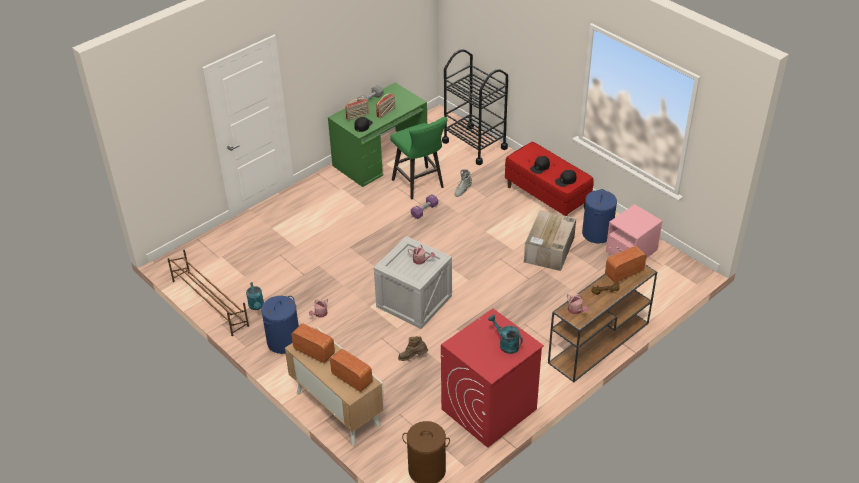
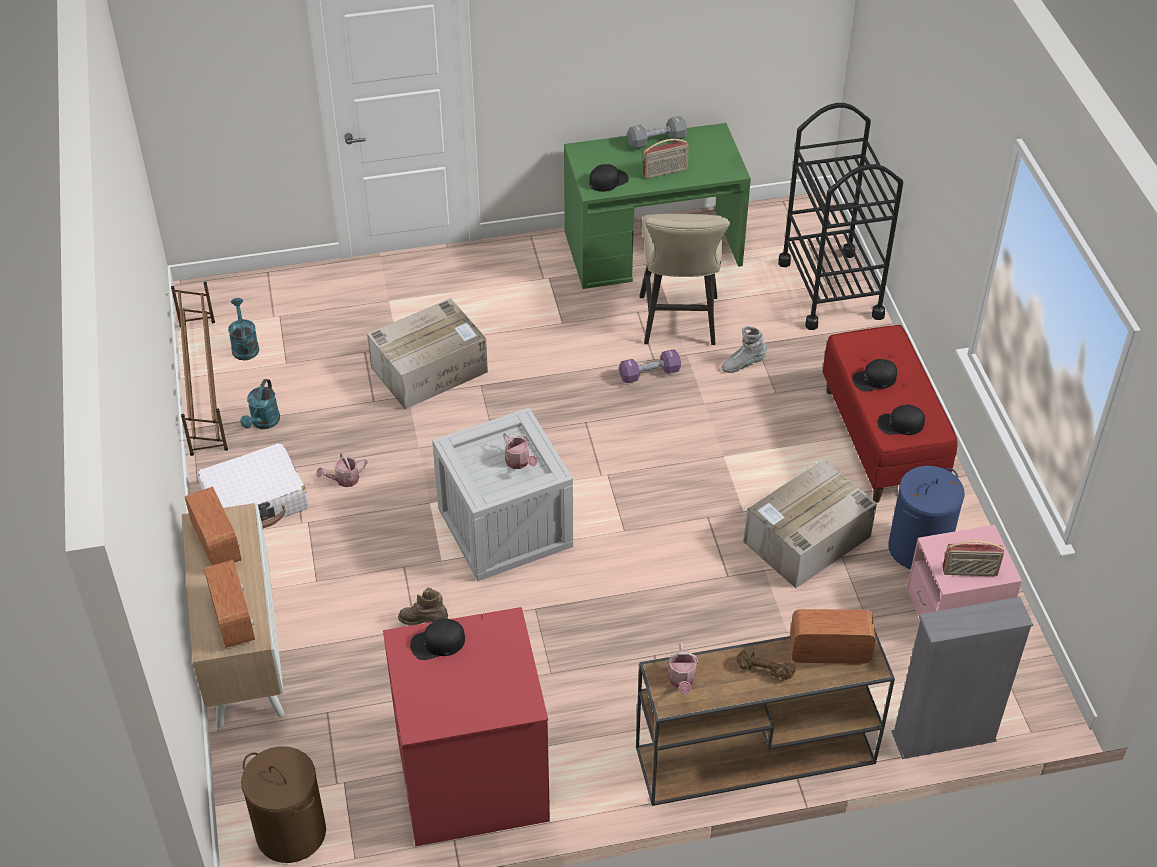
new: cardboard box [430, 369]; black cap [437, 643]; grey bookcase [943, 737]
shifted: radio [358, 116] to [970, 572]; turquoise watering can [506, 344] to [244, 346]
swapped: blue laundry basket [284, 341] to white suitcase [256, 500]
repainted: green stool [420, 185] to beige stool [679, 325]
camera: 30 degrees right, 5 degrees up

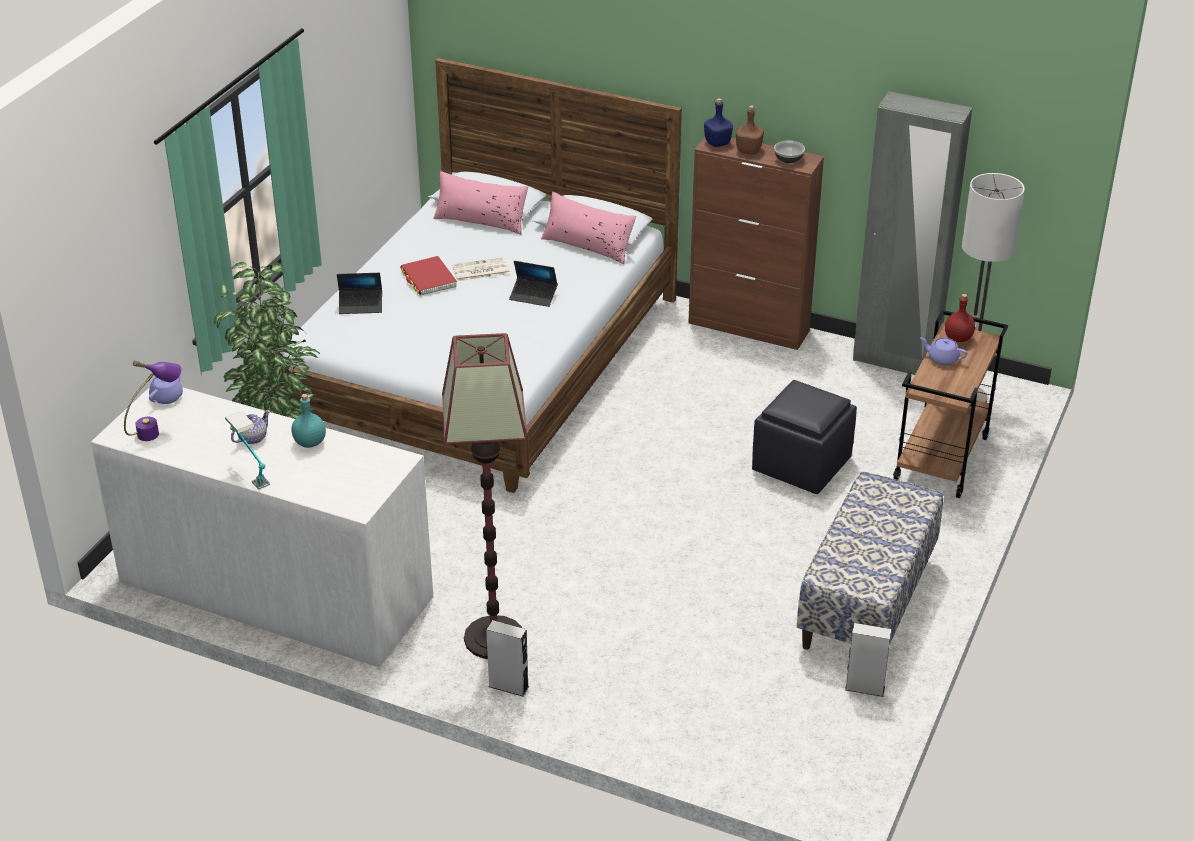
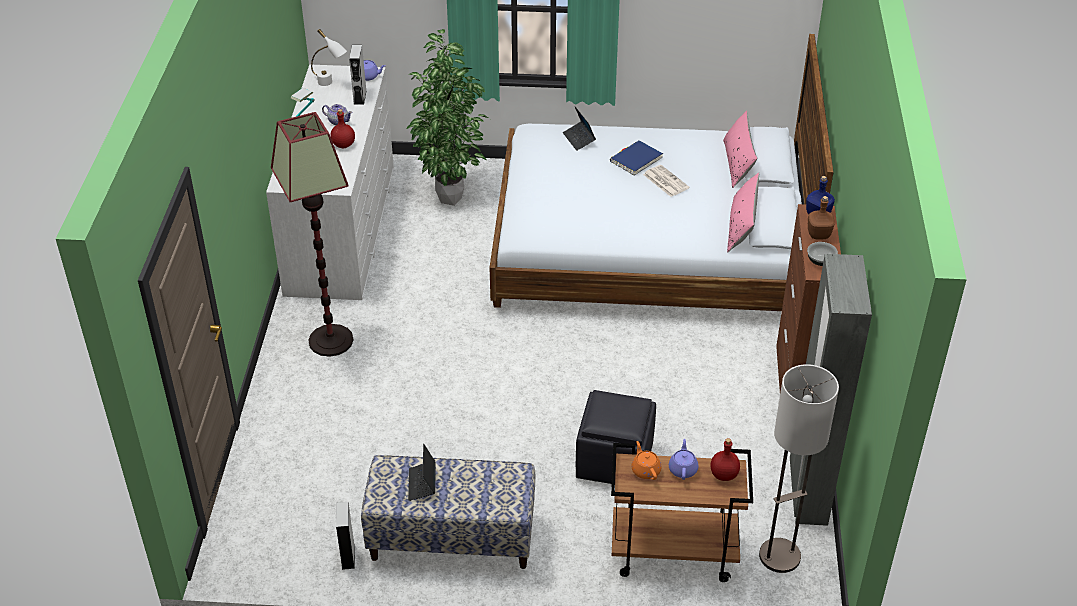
new: orange teapot [645, 470]
shifted: grey speaker [508, 686] to [360, 97]; laptop [533, 296] to [422, 484]
repainted: purple table lamp [157, 430] to white table lamp [330, 84]; turquoise bottle [310, 442] to red bottle [344, 145]; red book [428, 279] to blue book [636, 160]
camera: 70 degrees right, 5 degrees up

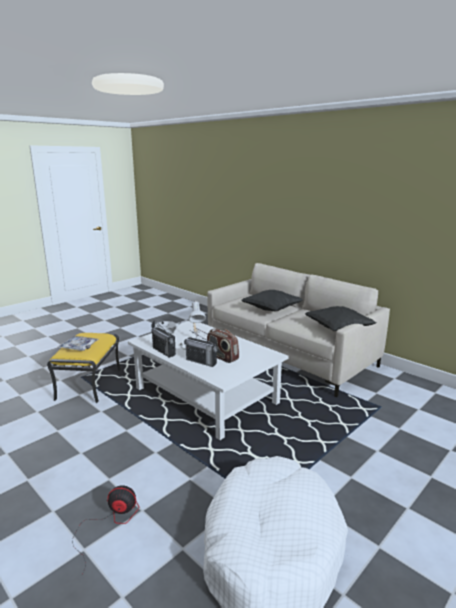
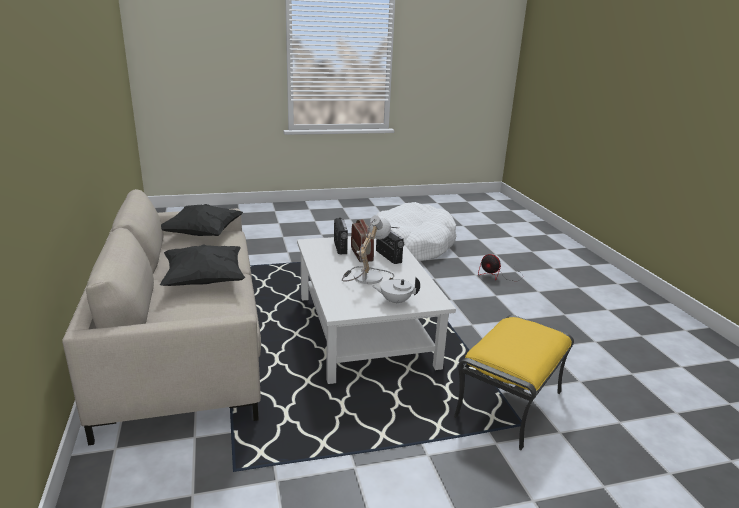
gone: tray [78, 347]
shifted: radio [164, 351] to [340, 247]
camera: 150 degrees left, 5 degrees up

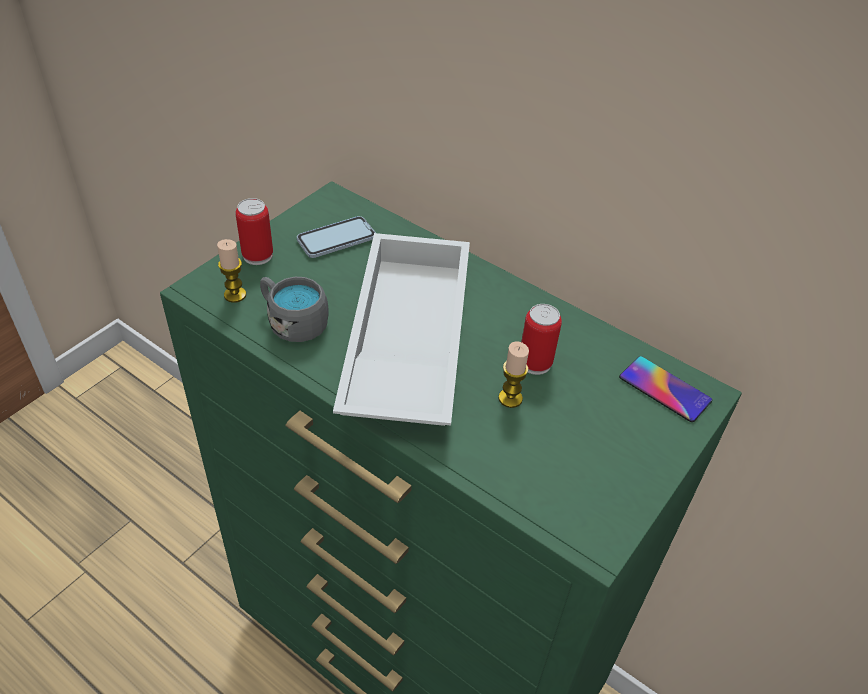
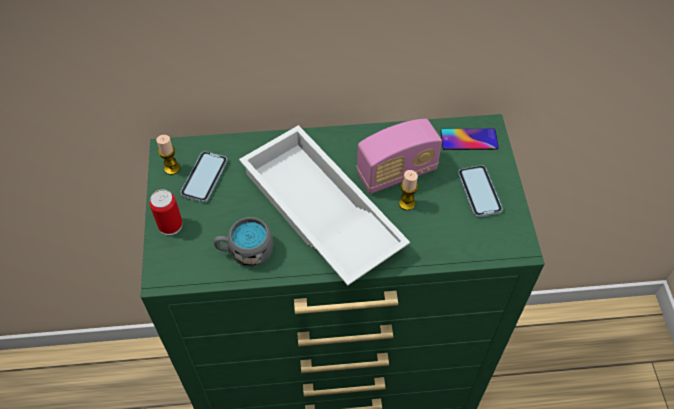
new: phone [479, 192]
shifted: candle [235, 295] to [172, 168]
swapped: can [535, 362] to radio [396, 173]
camera: 40 degrees left, 10 degrees up

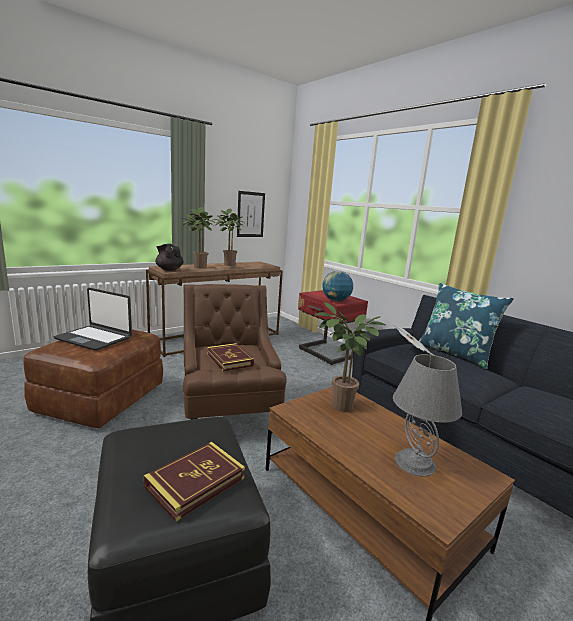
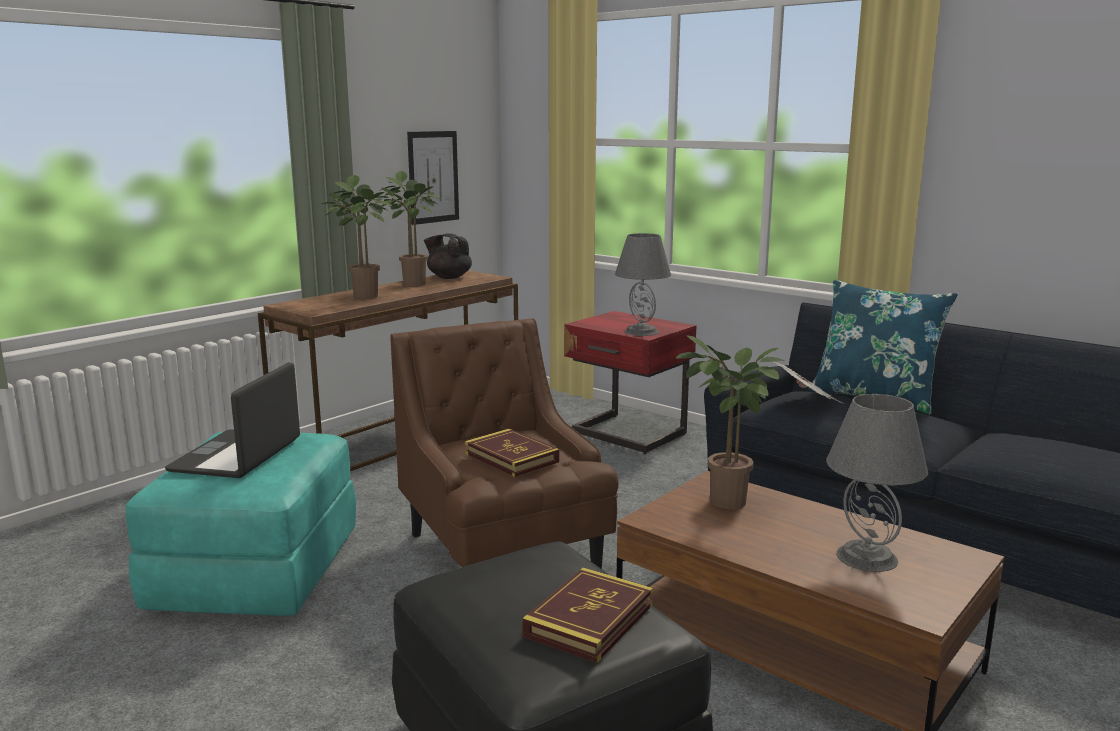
shifted: black teapot [169, 269] to [449, 277]
swapped: globe [336, 301] to grey table lamp [640, 331]
repainted: brown ottoman [101, 399] to turquoise ottoman [257, 572]
rotated: laptop [94, 338] = [238, 456] 90 degrees clockwise
camera: 10 degrees left, 0 degrees up

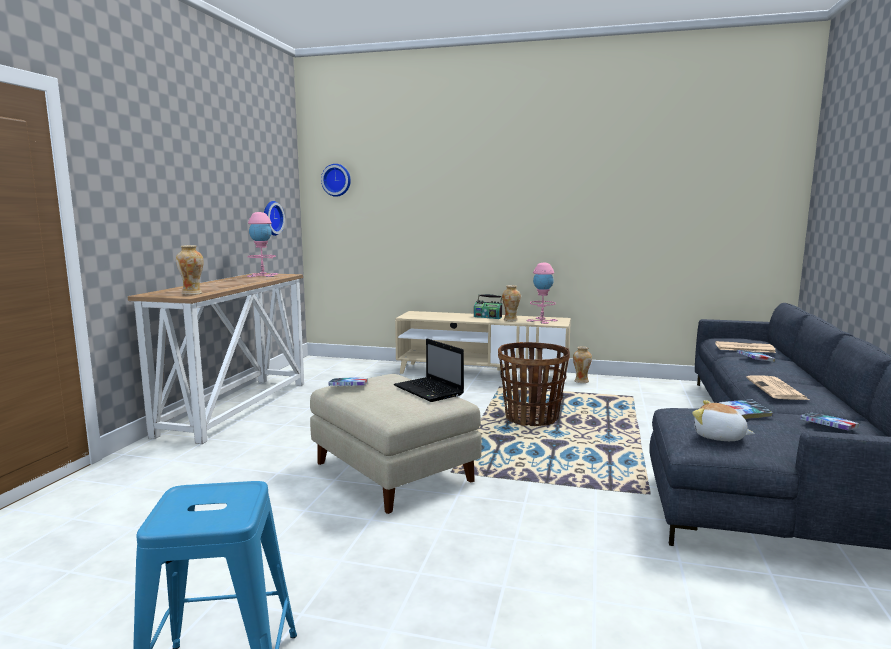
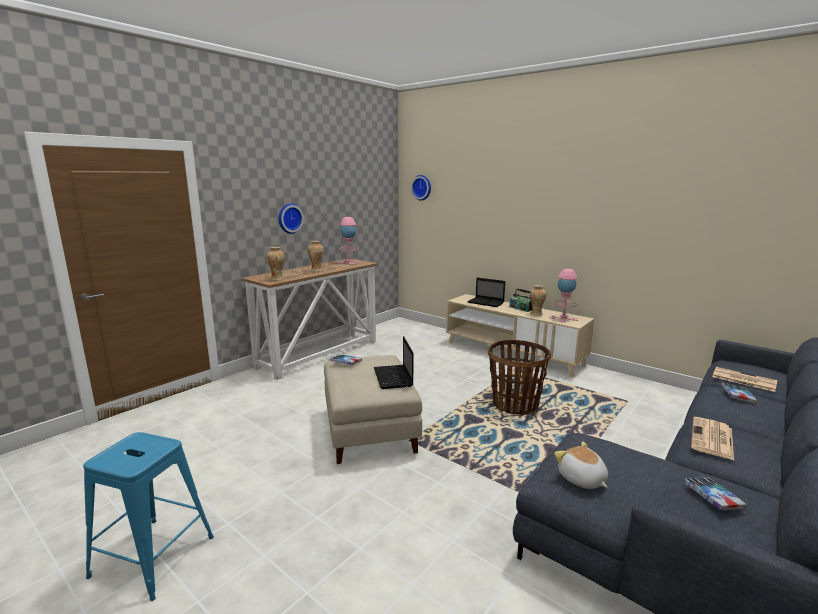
gone: book [744, 413]
new: laptop [486, 303]
shifted: wall clock [271, 218] to [289, 218]; vase [581, 381] to [316, 270]
camera: 25 degrees right, 5 degrees up

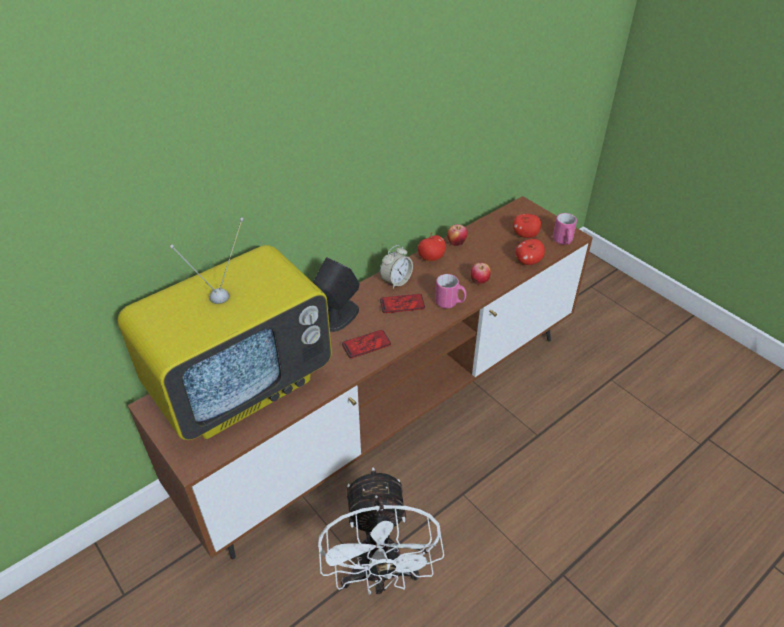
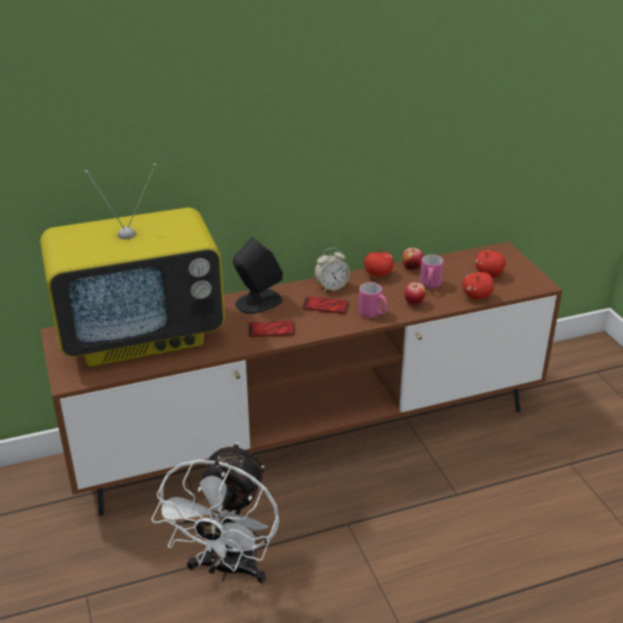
shifted: pink mug [563, 242] to [430, 286]
camera: 20 degrees right, 10 degrees down

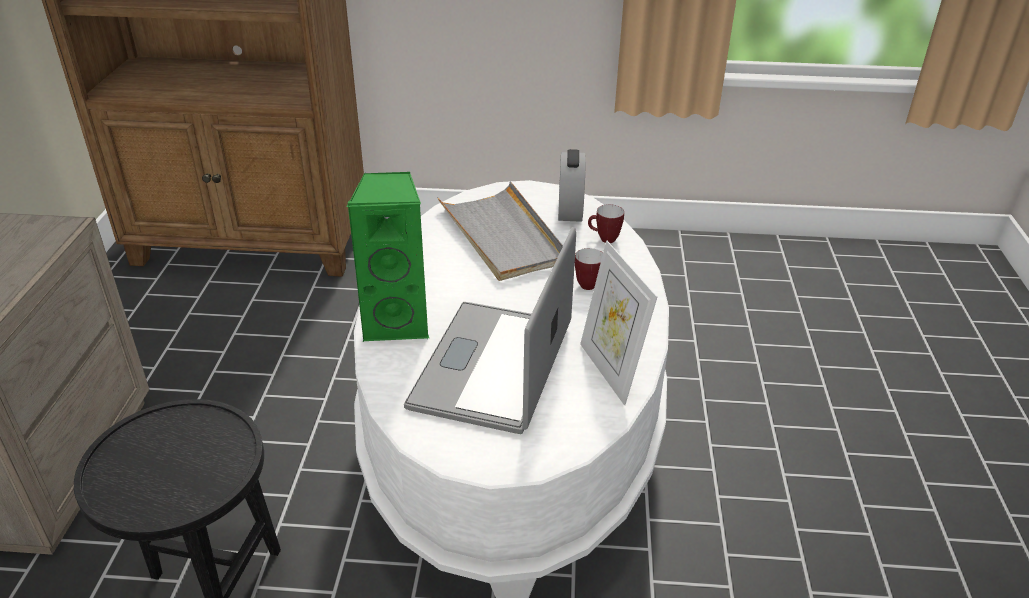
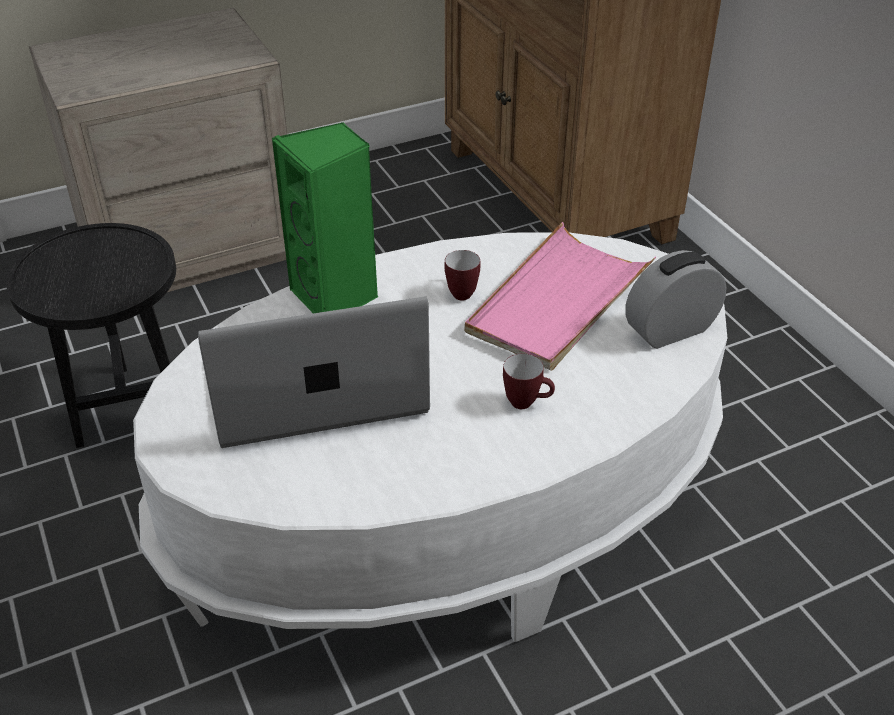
gone: picture frame [611, 371]
shifted: mug [604, 239] to [460, 292]
repainted: grey tray [503, 236] to pink tray [558, 302]
camera: 60 degrees right, 5 degrees up

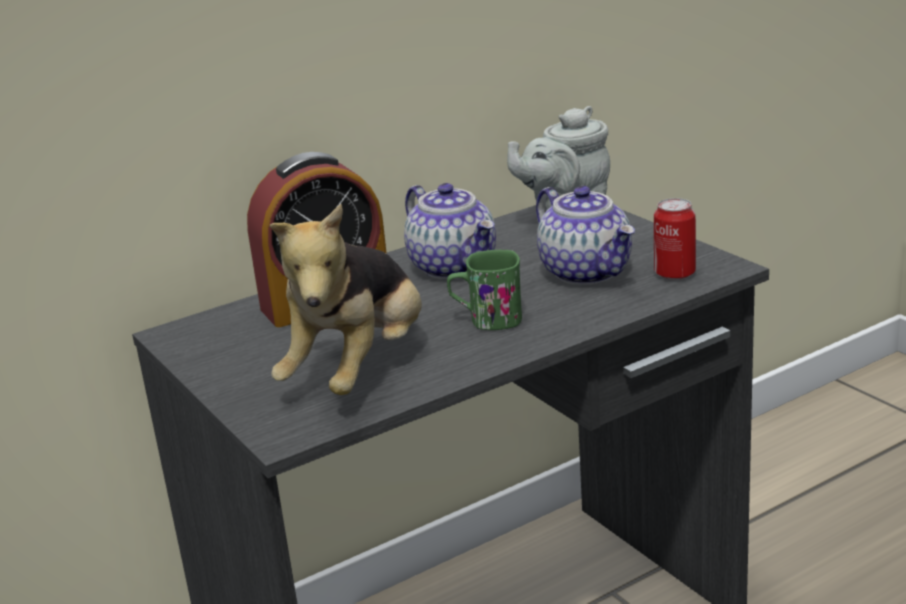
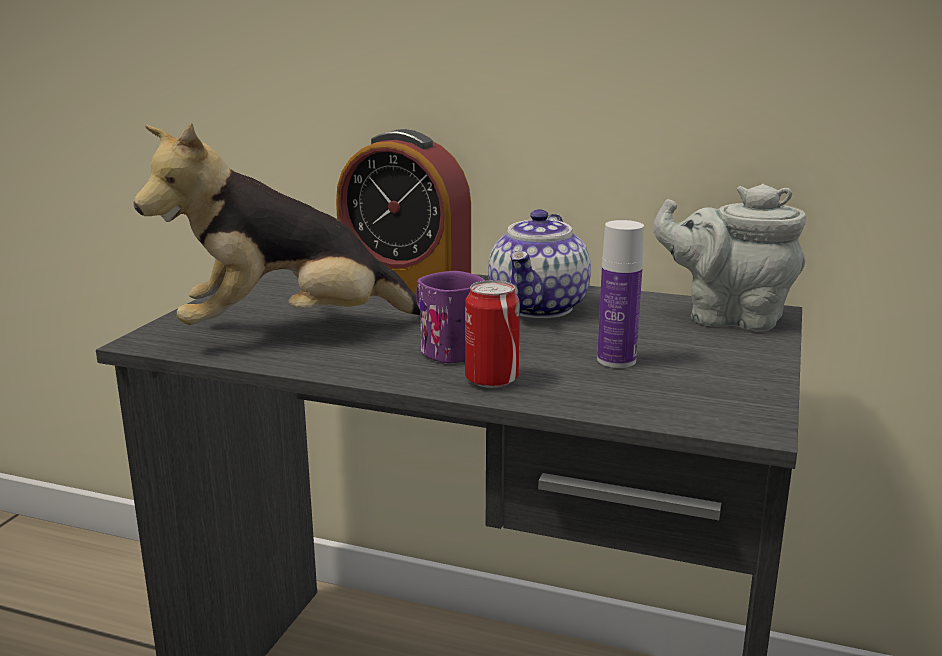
shifted: can [674, 273] to [491, 380]
swapped: teapot [587, 272] to bottle [616, 360]
repainted: green mug [487, 320] to purple mug [445, 349]
camera: 50 degrees right, 5 degrees down

